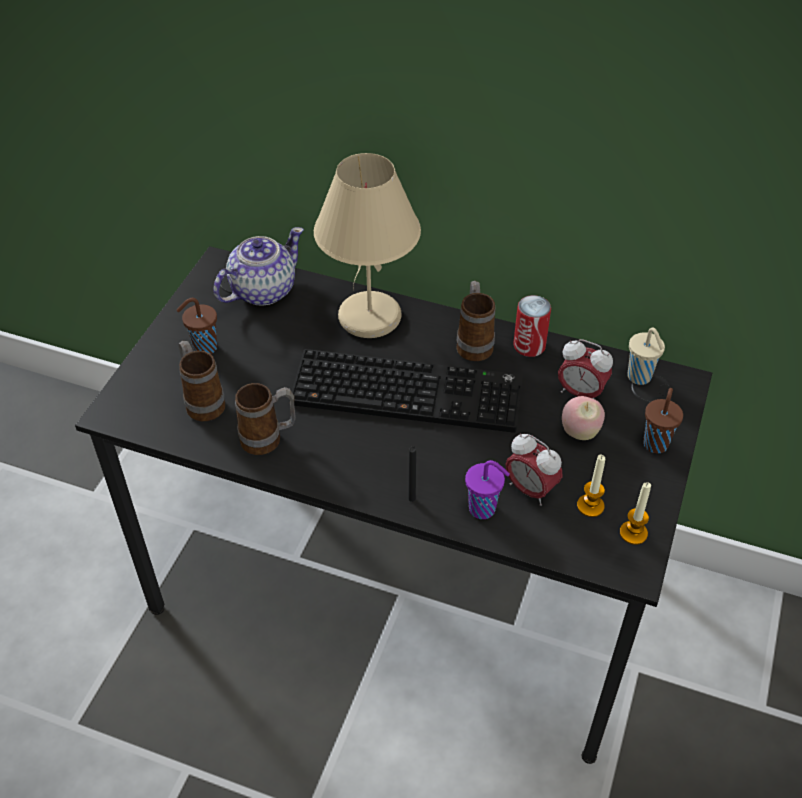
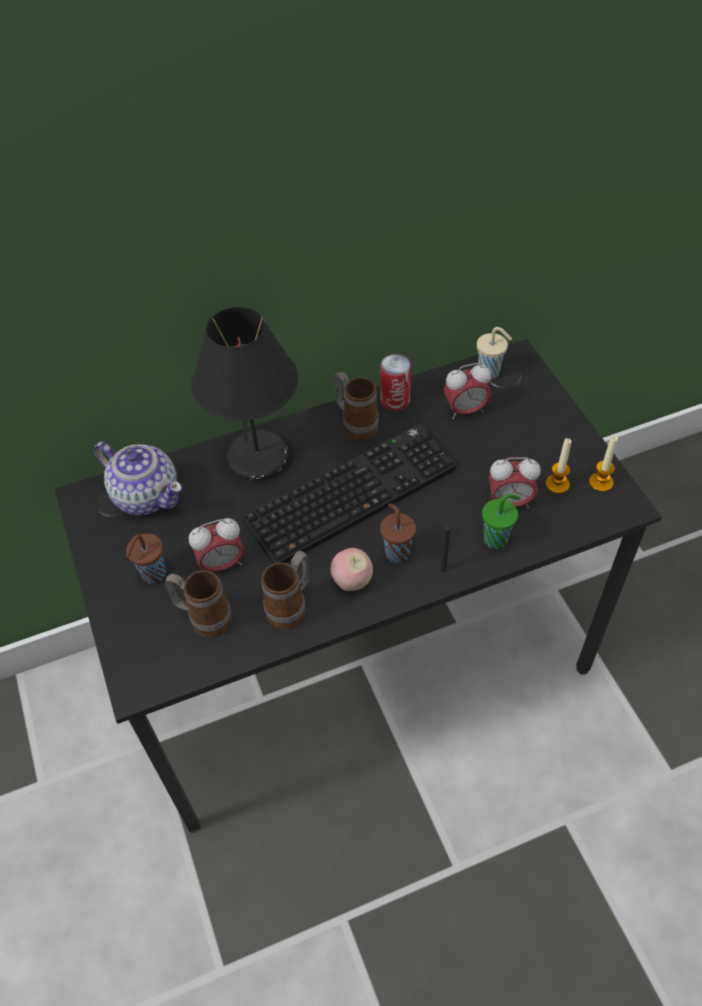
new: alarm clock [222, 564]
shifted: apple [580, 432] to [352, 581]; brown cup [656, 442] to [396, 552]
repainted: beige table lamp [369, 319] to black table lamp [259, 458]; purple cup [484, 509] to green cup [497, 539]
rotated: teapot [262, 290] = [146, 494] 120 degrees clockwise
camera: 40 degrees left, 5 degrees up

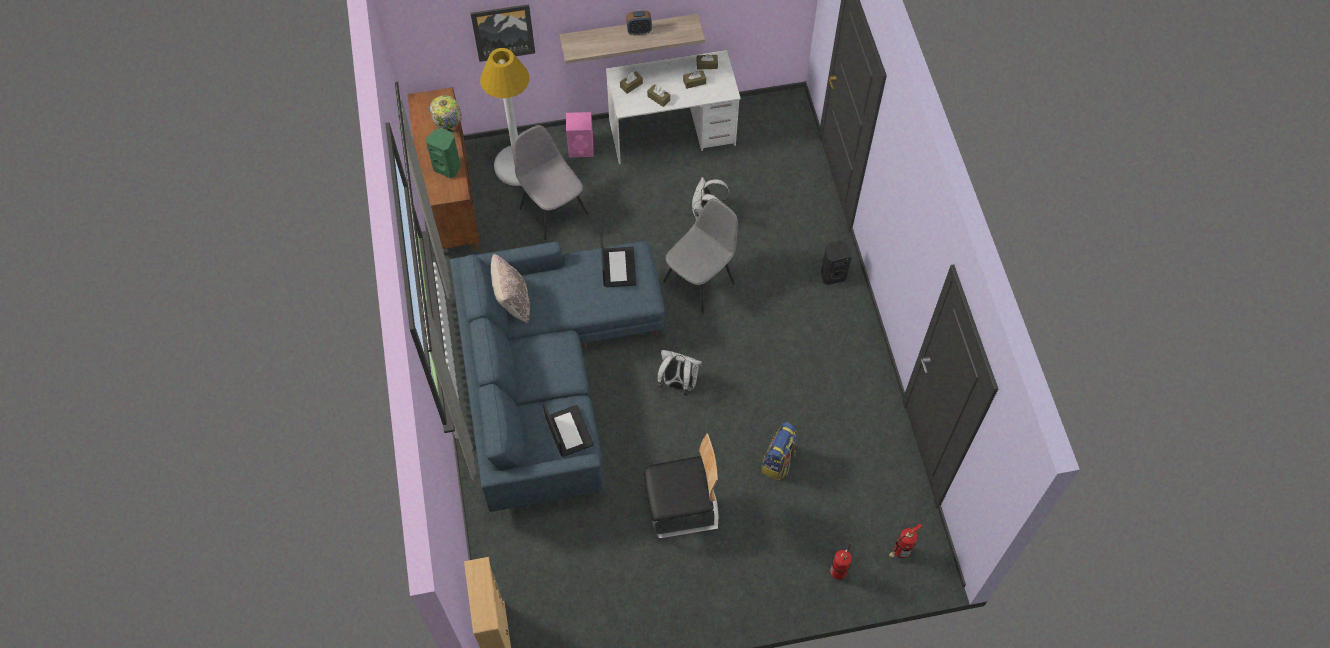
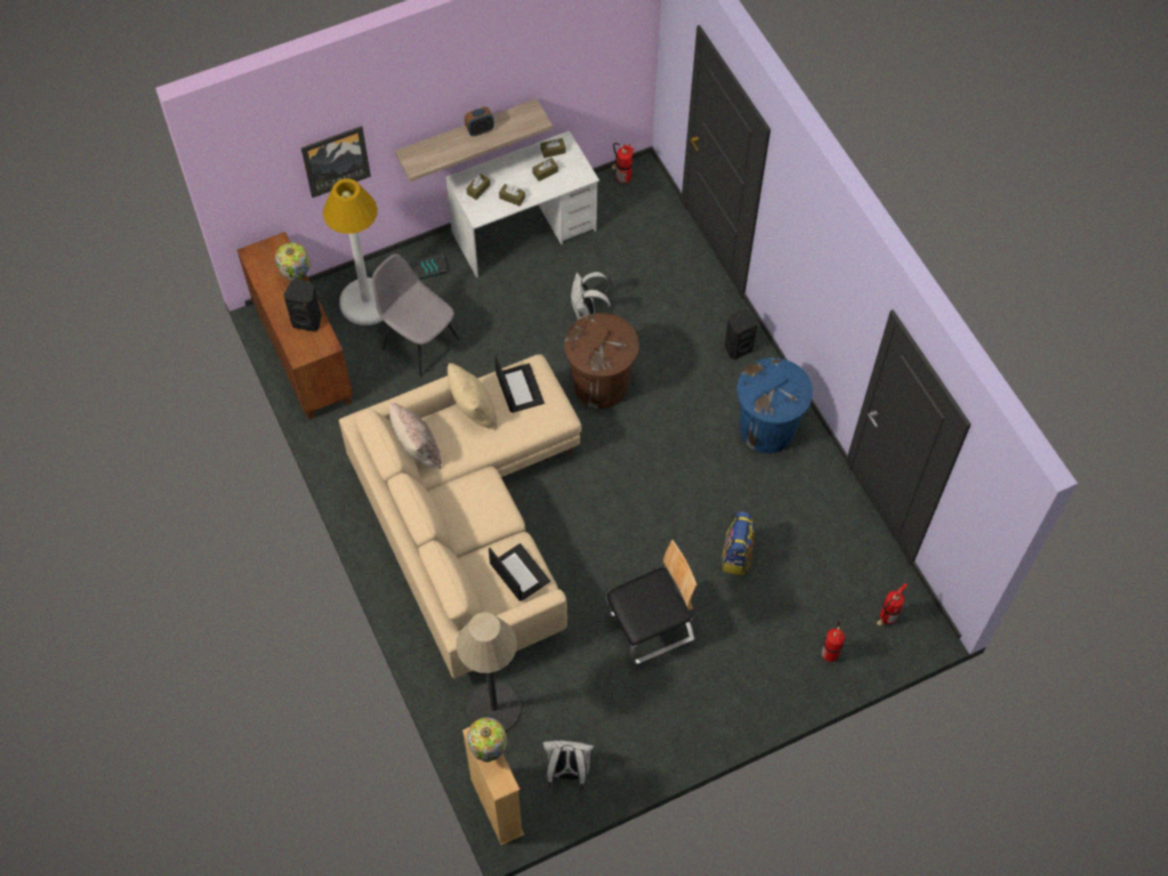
new: beige pillow [473, 411]; floor lamp [494, 708]; table lamp [488, 753]; fire extinguisher [622, 178]; blue trash can [767, 429]
shifted: white backpack [678, 384] to [568, 772]
swapped: pink speaker [581, 148] to book [430, 268]; grey chair [700, 281] to brown trash can [601, 385]
repainted: green speaker [448, 167] to black speaker [307, 320]; blue sofa [550, 377] to beige sofa [470, 523]
camera: 15 degrees left, 0 degrees up

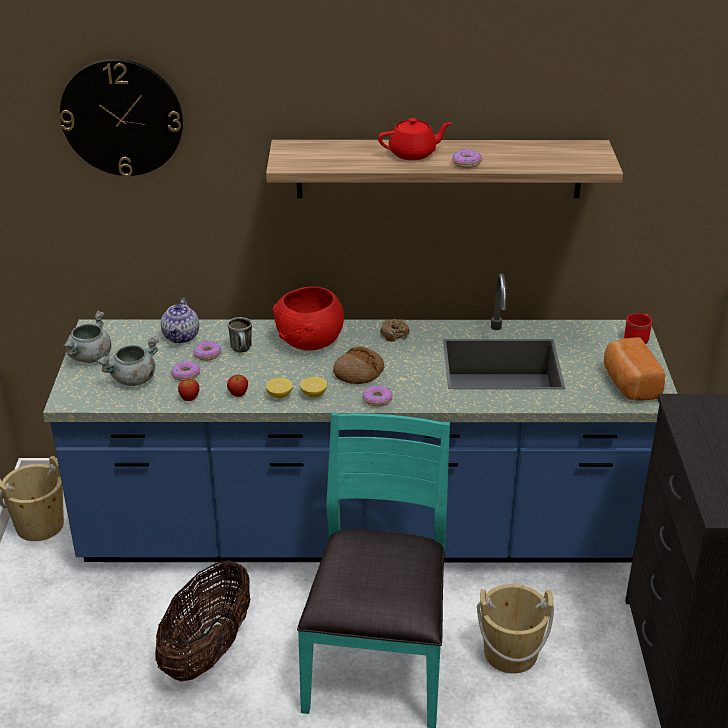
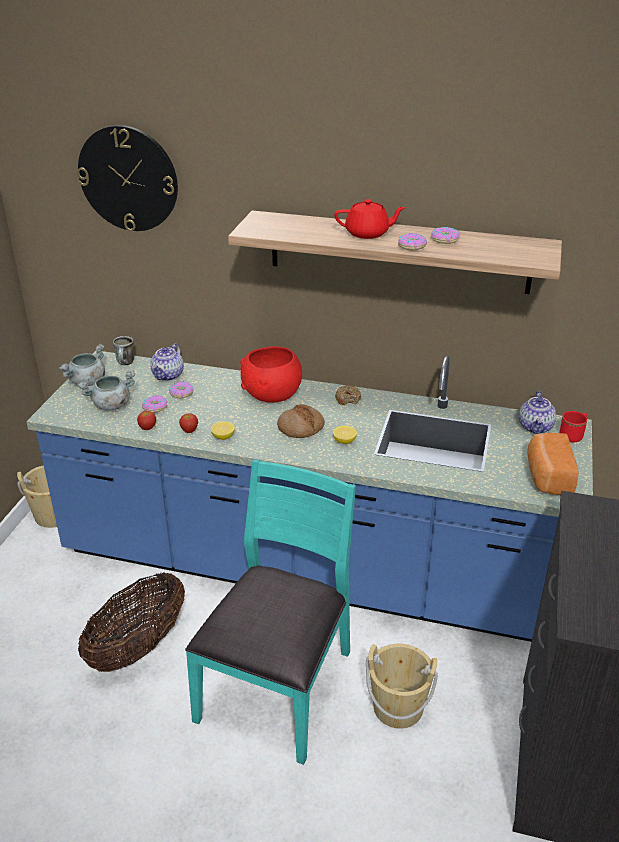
new: teapot [535, 427]
shifted: mug [242, 350] to [126, 363]; lemon [314, 394] to [344, 441]; donut [377, 400] to [444, 240]
camera: 15 degrees right, 0 degrees up

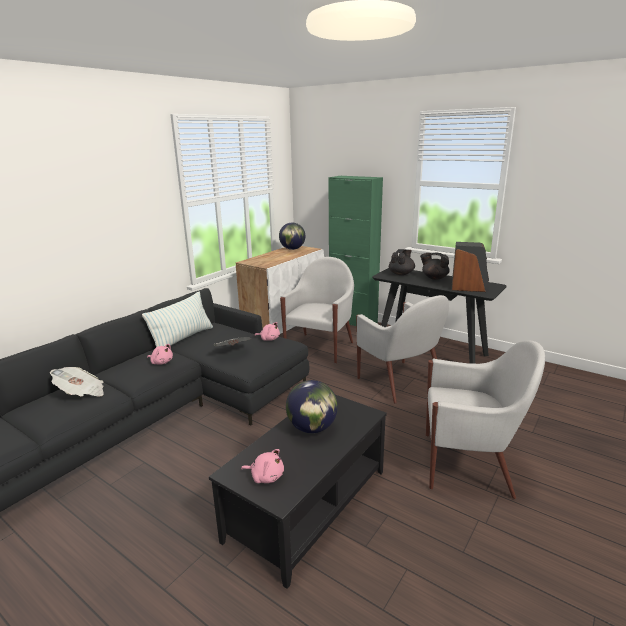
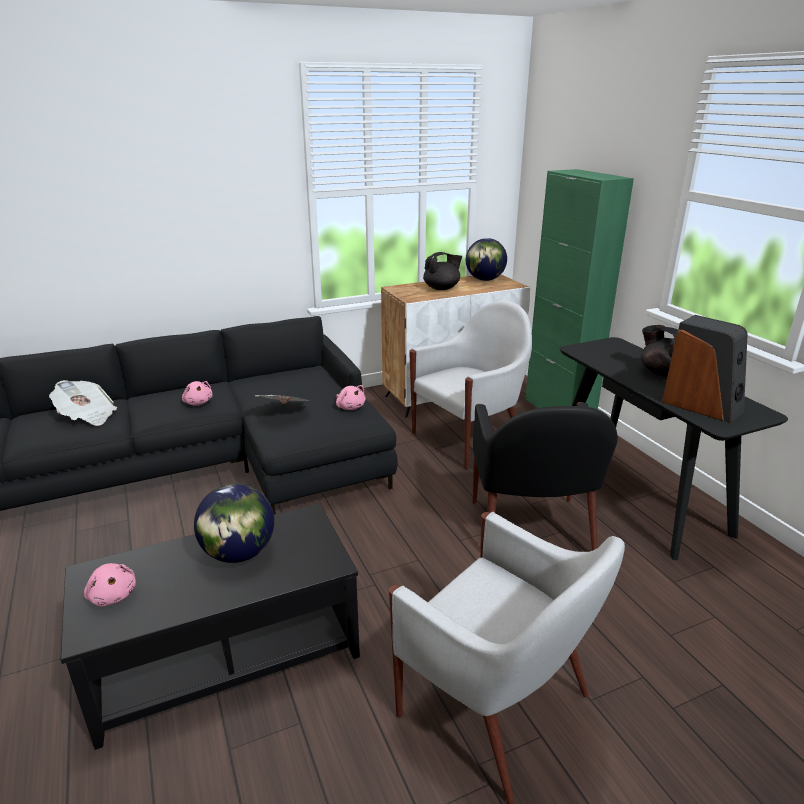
gone: pillow [182, 339]
shifted: black teapot [401, 274] to [442, 288]
repainted: white armchair [400, 382] to black armchair [530, 530]
camera: 30 degrees right, 5 degrees up

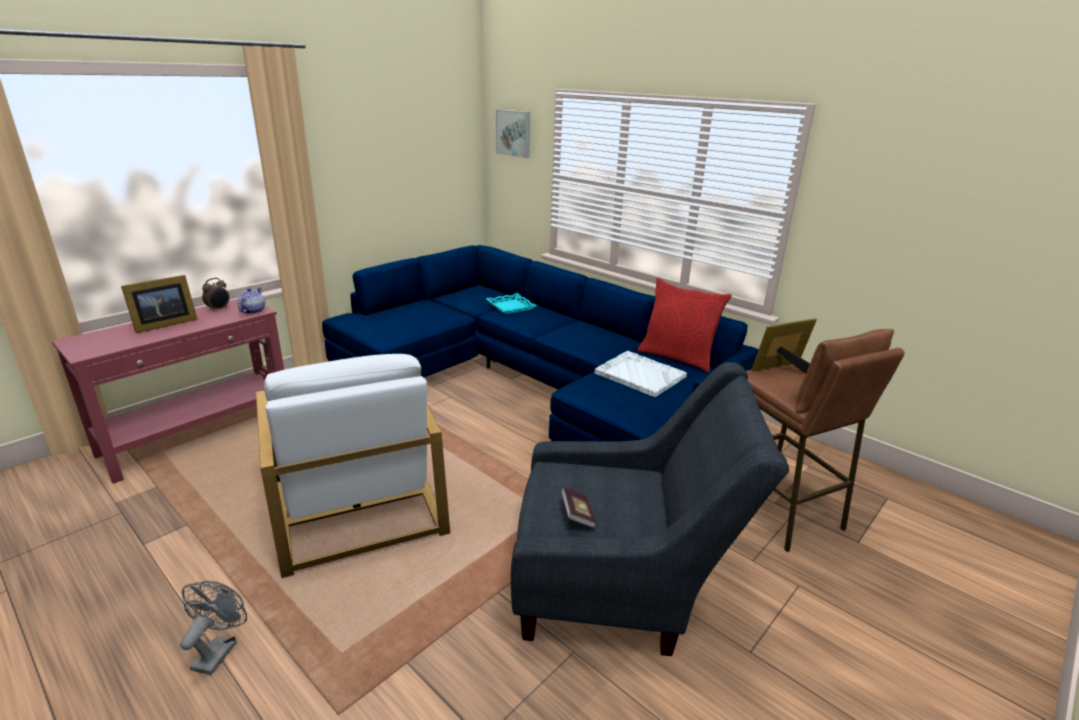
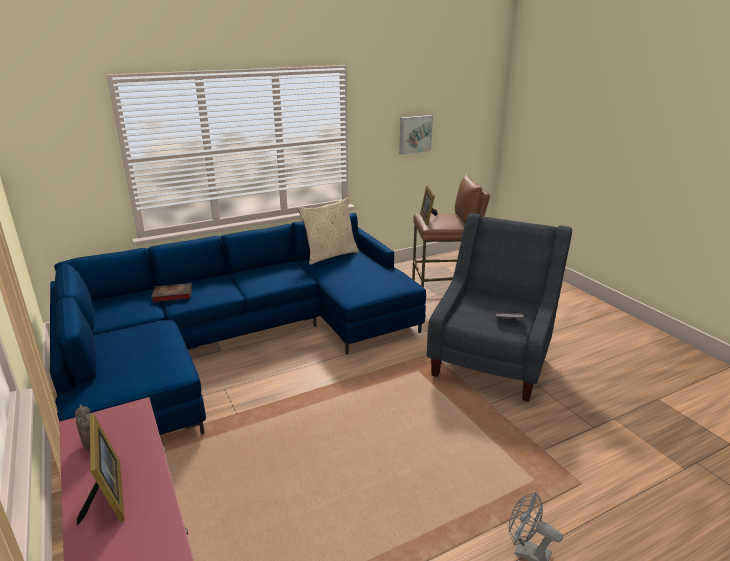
gone: teapot [252, 311]; white armchair [355, 506]; white tray [639, 375]
shifted: picture [514, 133] to [414, 134]
swapped: turquoise tray [510, 307] to book [171, 295]
repainted: red pillow [677, 357] to beige pillow [329, 255]
camera: 70 degrees left, 0 degrees up

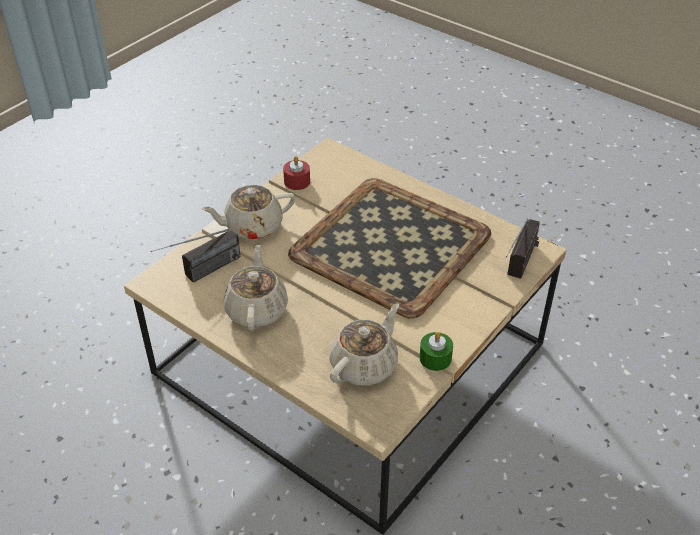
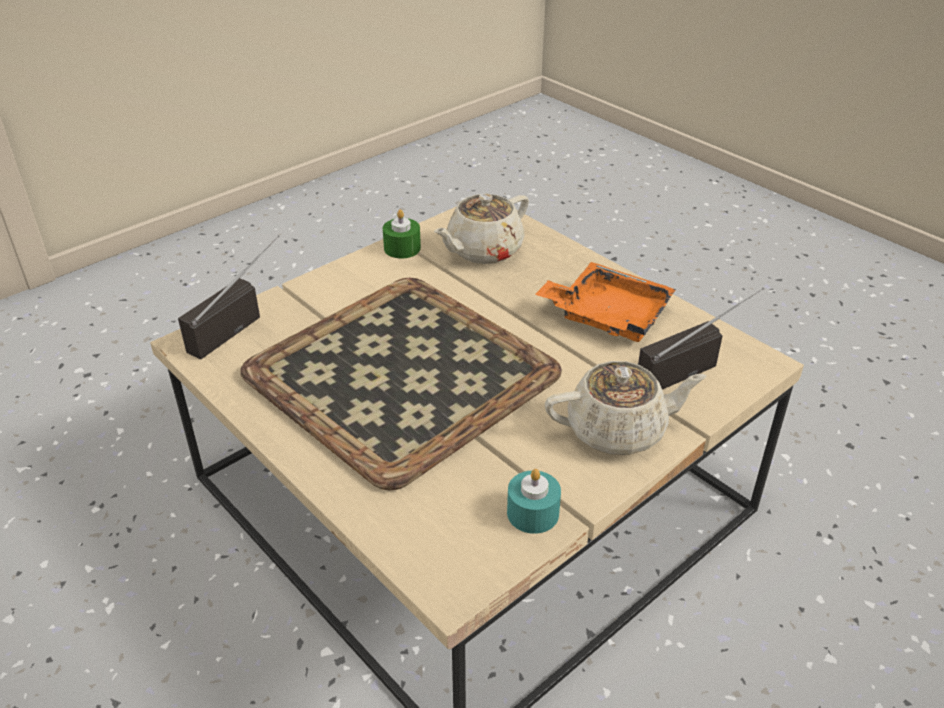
swapped: beige teapot [257, 309] to orange tray [607, 315]
repainted: red candle [297, 181] to turquoise candle [533, 513]
camera: 170 degrees left, 5 degrees down

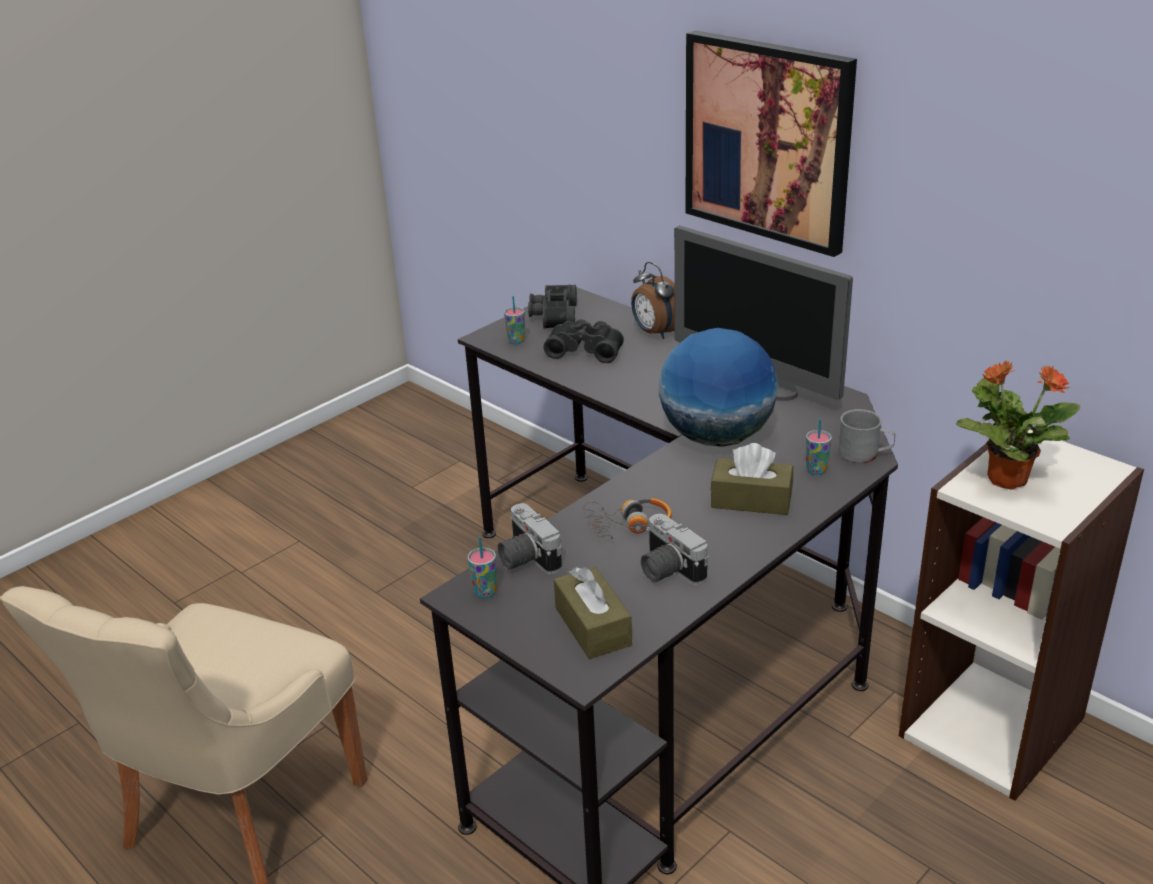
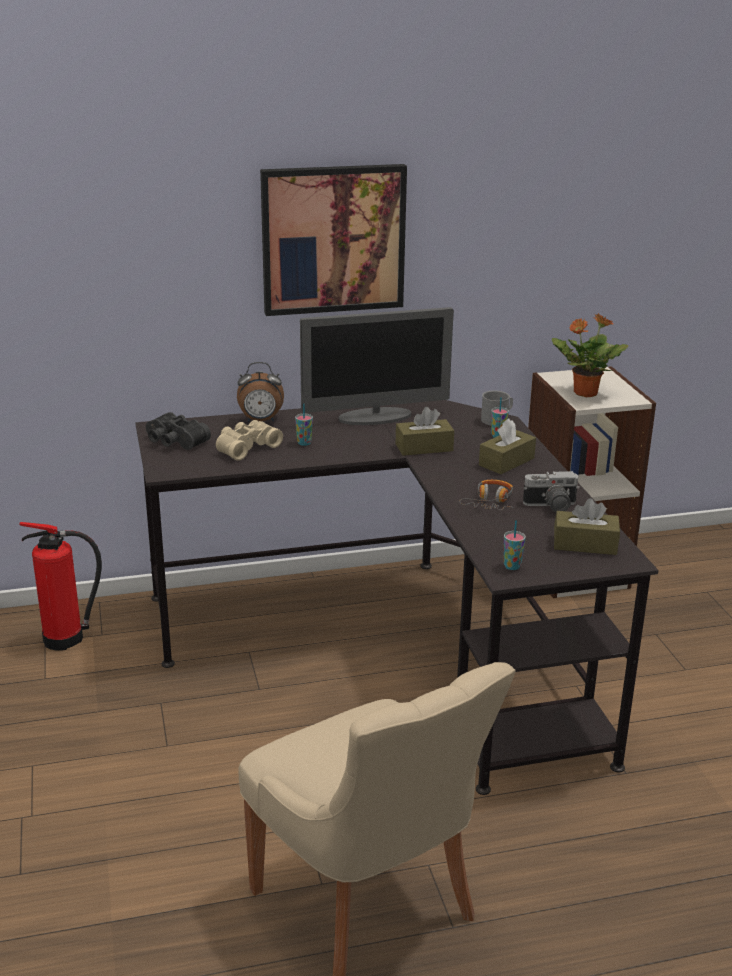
gone: photo camera [525, 559]
new: fire extinguisher [67, 639]
shifted: cup [516, 341] to [304, 443]
swapped: globe [717, 437] to brown tissue box [424, 447]
repainted: black binoculars [586, 350] to beige binoculars [245, 447]
camera: 60 degrees left, 5 degrees down

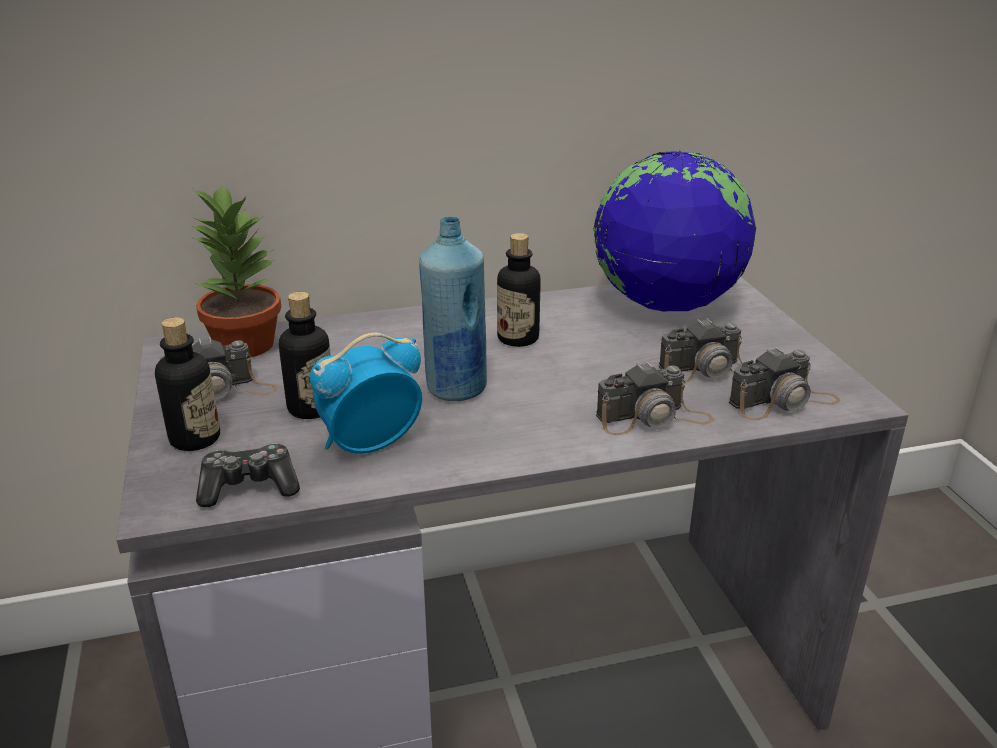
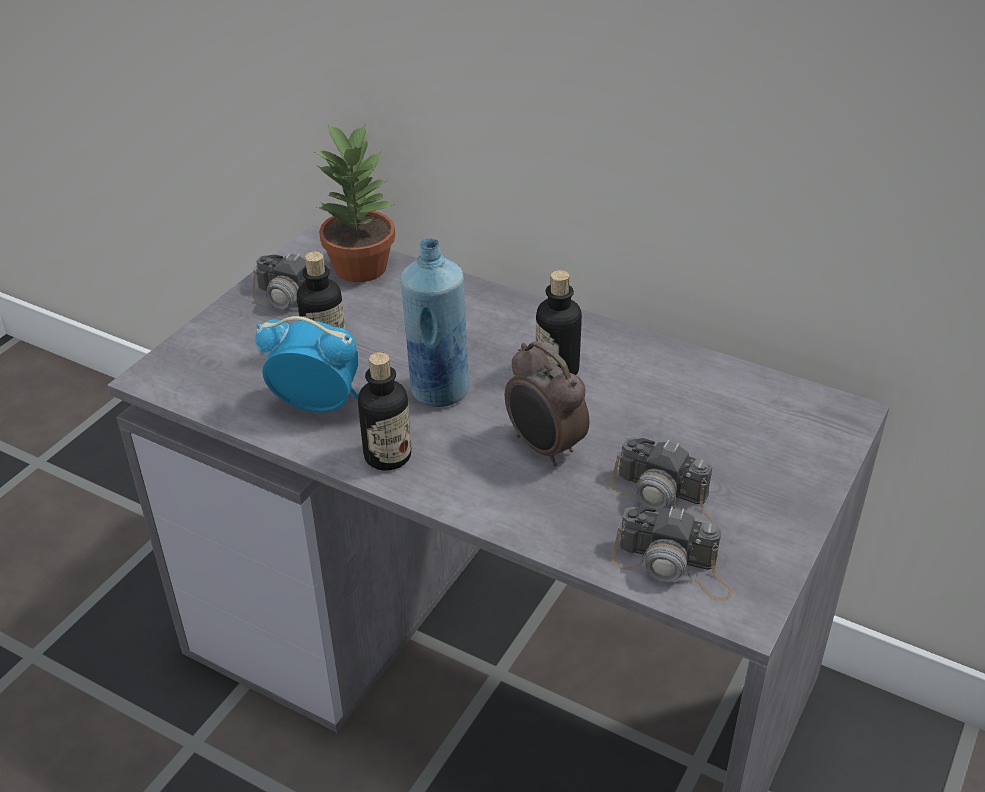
gone: game controller [249, 487]; globe [665, 304]; photo camera [653, 418]
new: alarm clock [544, 448]
shifted: bottle [195, 439] to [387, 456]
camera: 45 degrees right, 10 degrees up

